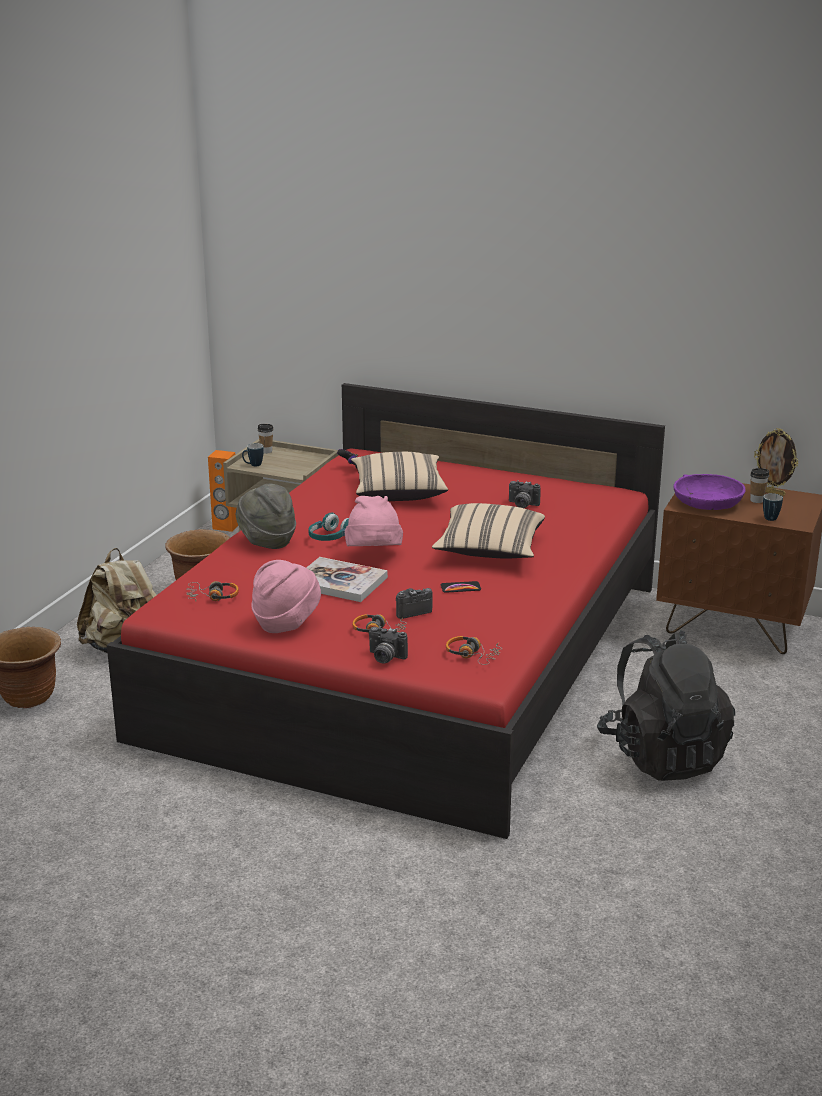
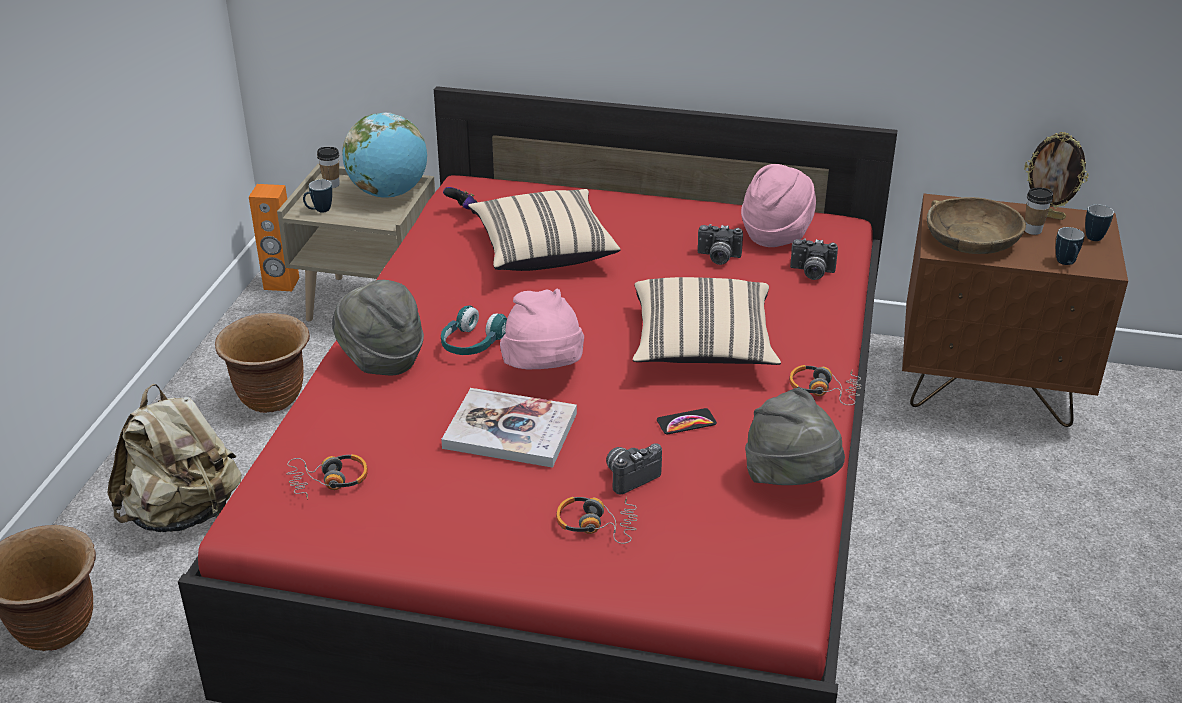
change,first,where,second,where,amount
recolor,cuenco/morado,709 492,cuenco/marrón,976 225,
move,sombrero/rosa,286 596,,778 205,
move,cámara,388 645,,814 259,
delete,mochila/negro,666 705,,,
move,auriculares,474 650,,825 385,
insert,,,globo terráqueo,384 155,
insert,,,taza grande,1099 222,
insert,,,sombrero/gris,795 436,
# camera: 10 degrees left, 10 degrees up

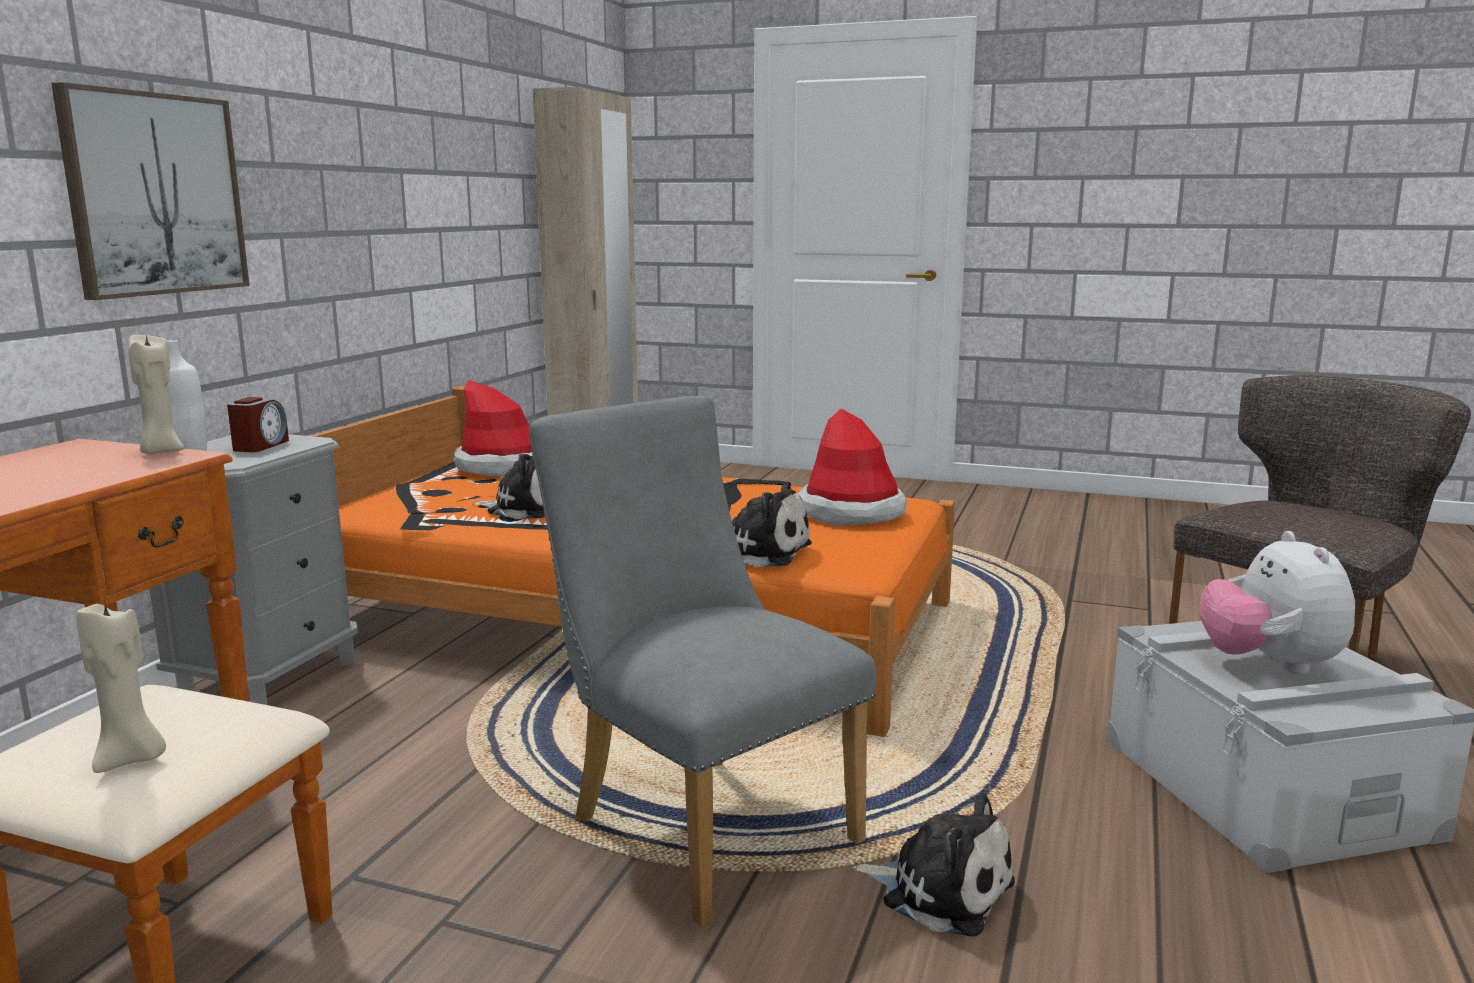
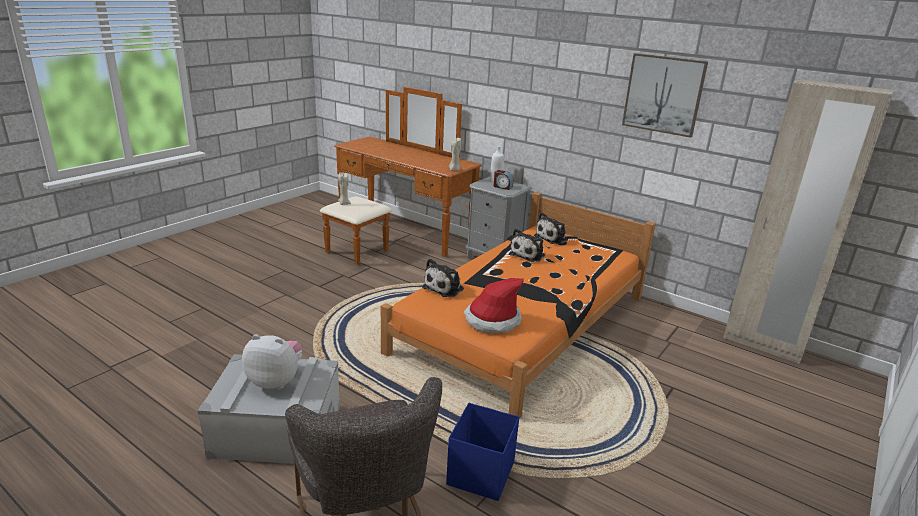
change,first,where,second,where,amount
move,cuadro,150 191,,665 95,
delete,sombrero,493 428,,,
delete,silla/gris,702 661,,,
move,peluche,934 865,,551 228,
insert,,,caja de almacenaje/azul,482 452,
# camera: 105 degrees right, 10 degrees up

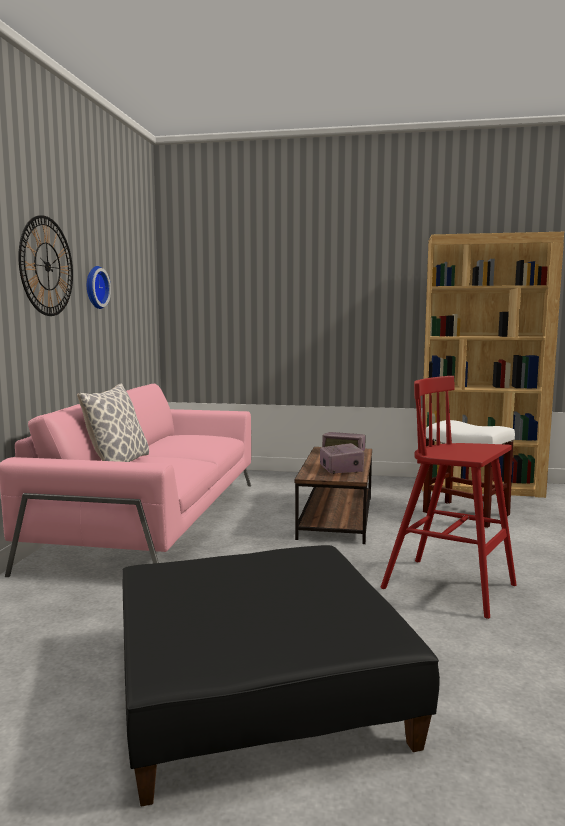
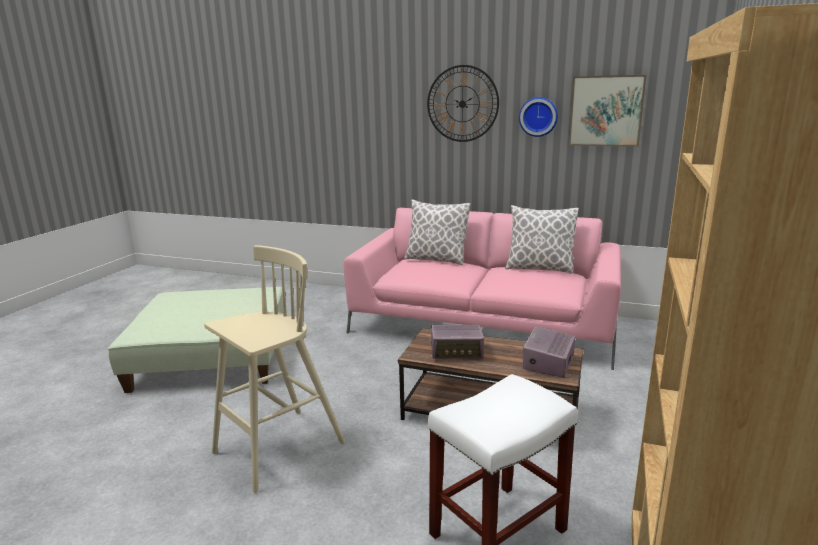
change,first,where,second,where,amount
recolor,taburete/rojo,449 497,taburete/beis,274 369,
recolor,puf/negro,281 676,puf/verde,195 340,
insert,,,cuadro,607 111,
insert,,,cojín,542 239,
# camera: 100 degrees right, 10 degrees up

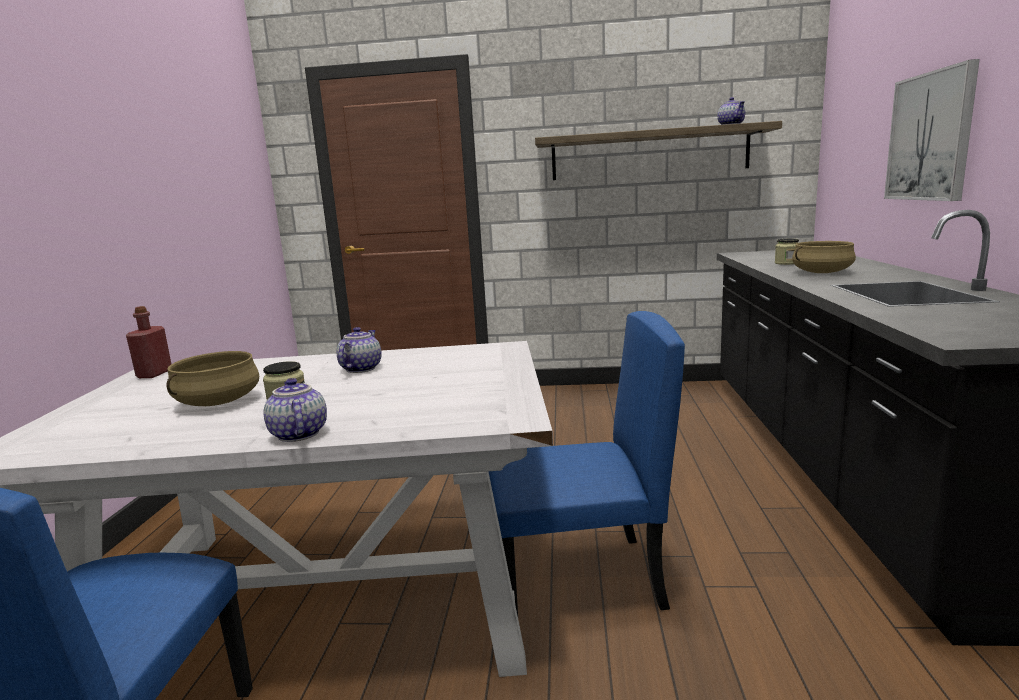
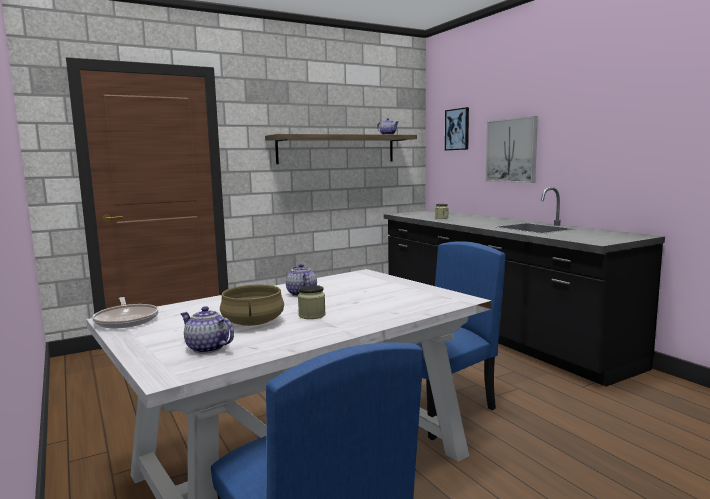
change,first,where,second,where,amount
delete,olla/beis,824 257,,,
replace,botella/rojo,148 342,sartén,125 312,
move,tetera,295 410,,207 329,
insert,,,cuadro,457 128,
# camera: 35 degrees left, 5 degrees down

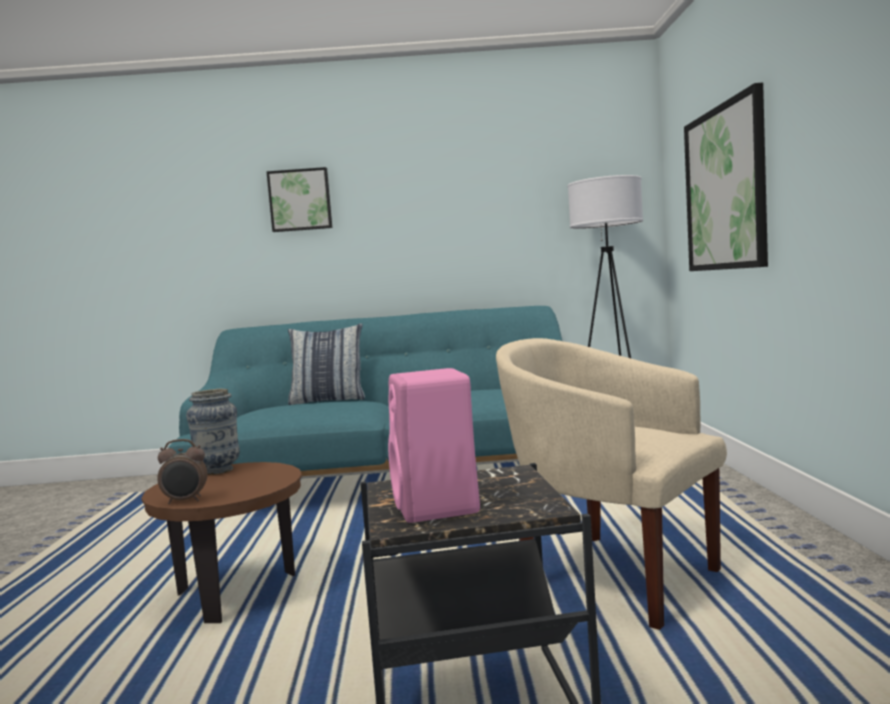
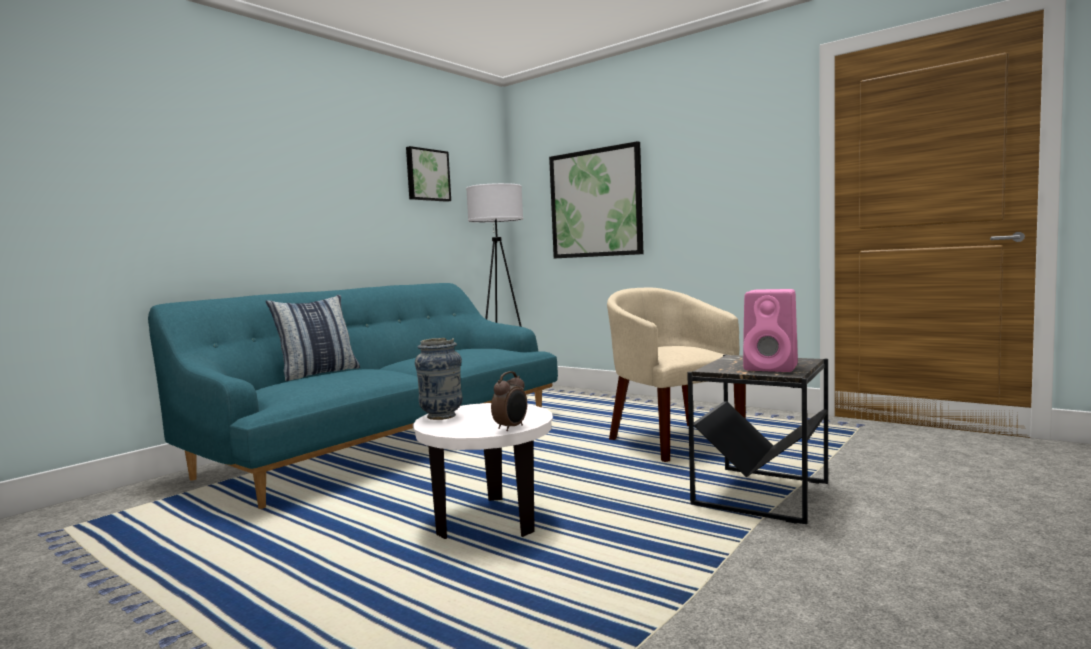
change,first,where,second,where,amount
move,cuadro,299 199,,428 174,
rotate,sillón/beis,611 484,,676 375,75 degrees clockwise
recolor,mesa auxiliar/marrón,221 542,mesa auxiliar/blanco,483 471,
# camera: 50 degrees left, 0 degrees up

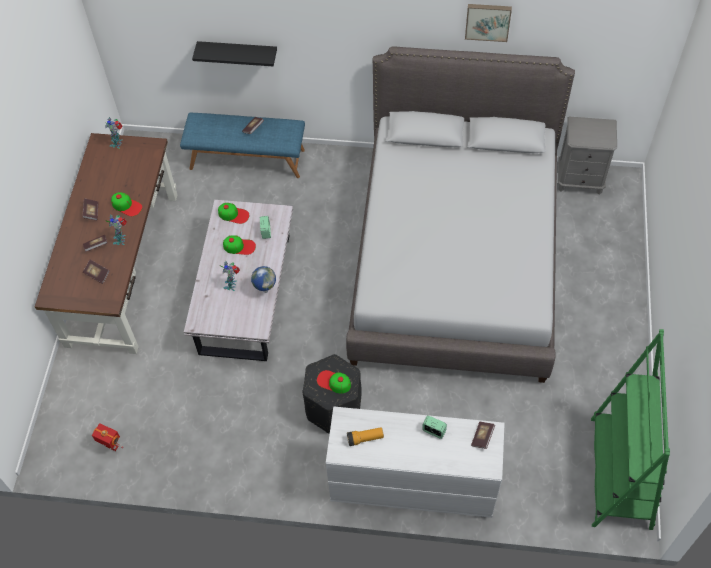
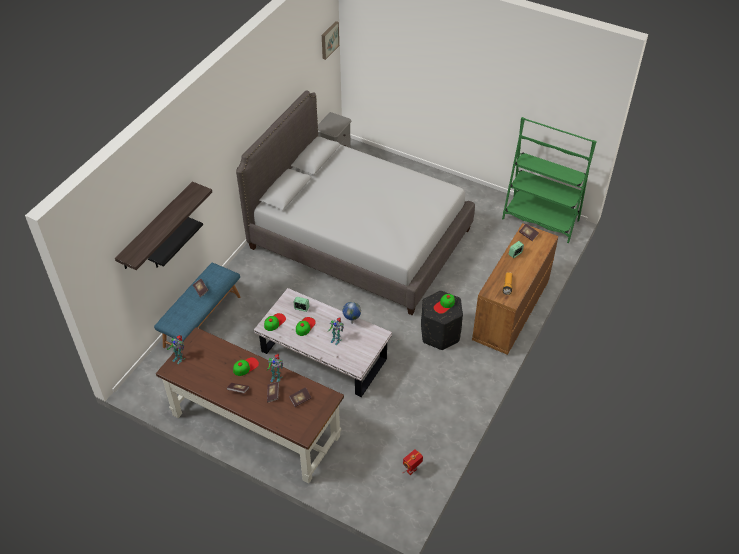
change,first,where,second,where,amount
move,cuadro,488 23,,330 40,
recolor,cómoda/blanco,415 462,cómoda/marrón,515 289,
insert,,,estante,163 226,
# camera: 70 degrees left, 10 degrees down

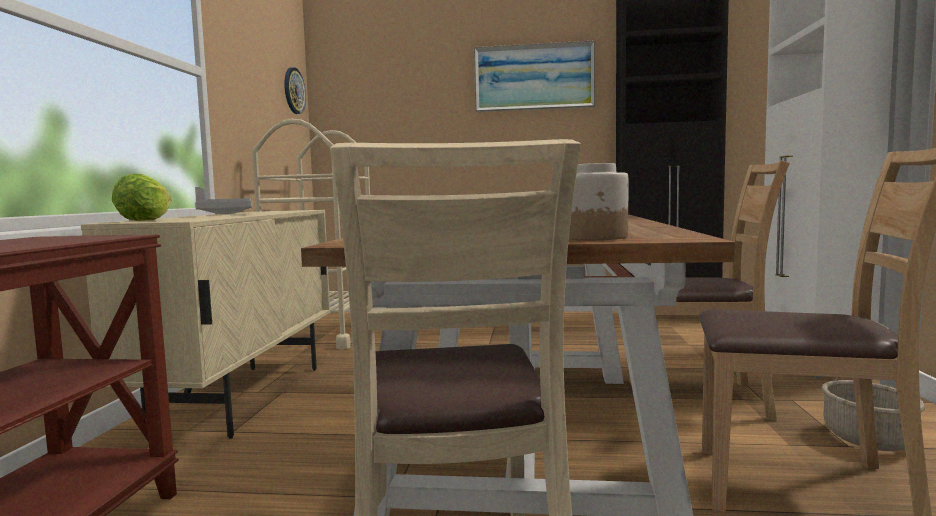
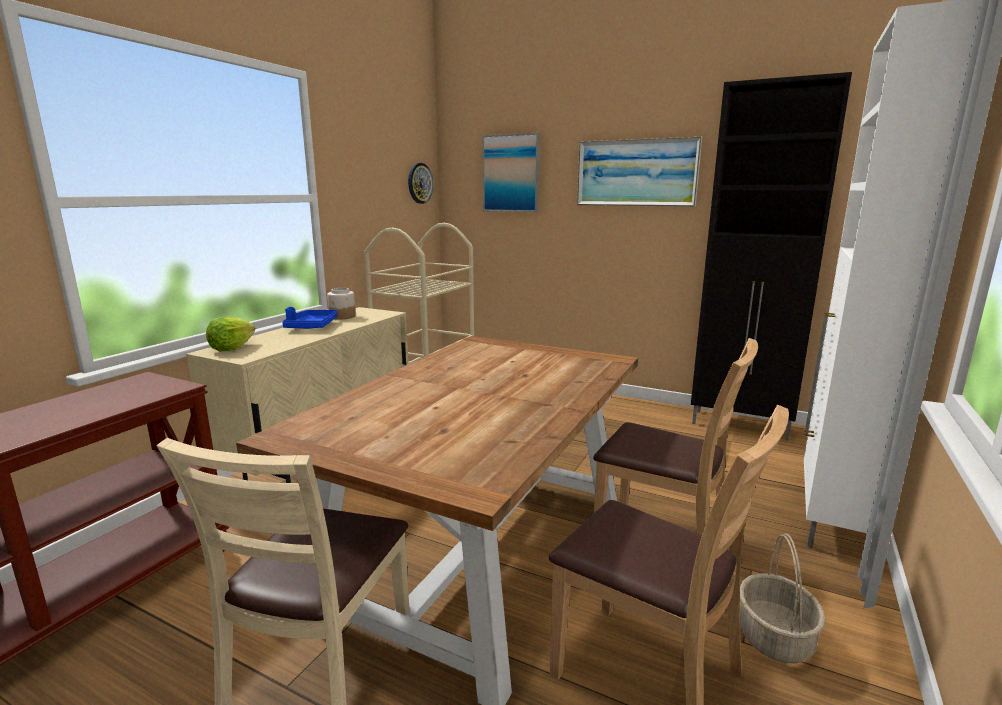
change,first,where,second,where,amount
move,tarro,598 201,,341 304,
recolor,bandeja/gris,223 201,bandeja/azul,310 318,
insert,,,cuadro,511 172,
# camera: 20 degrees right, 10 degrees up

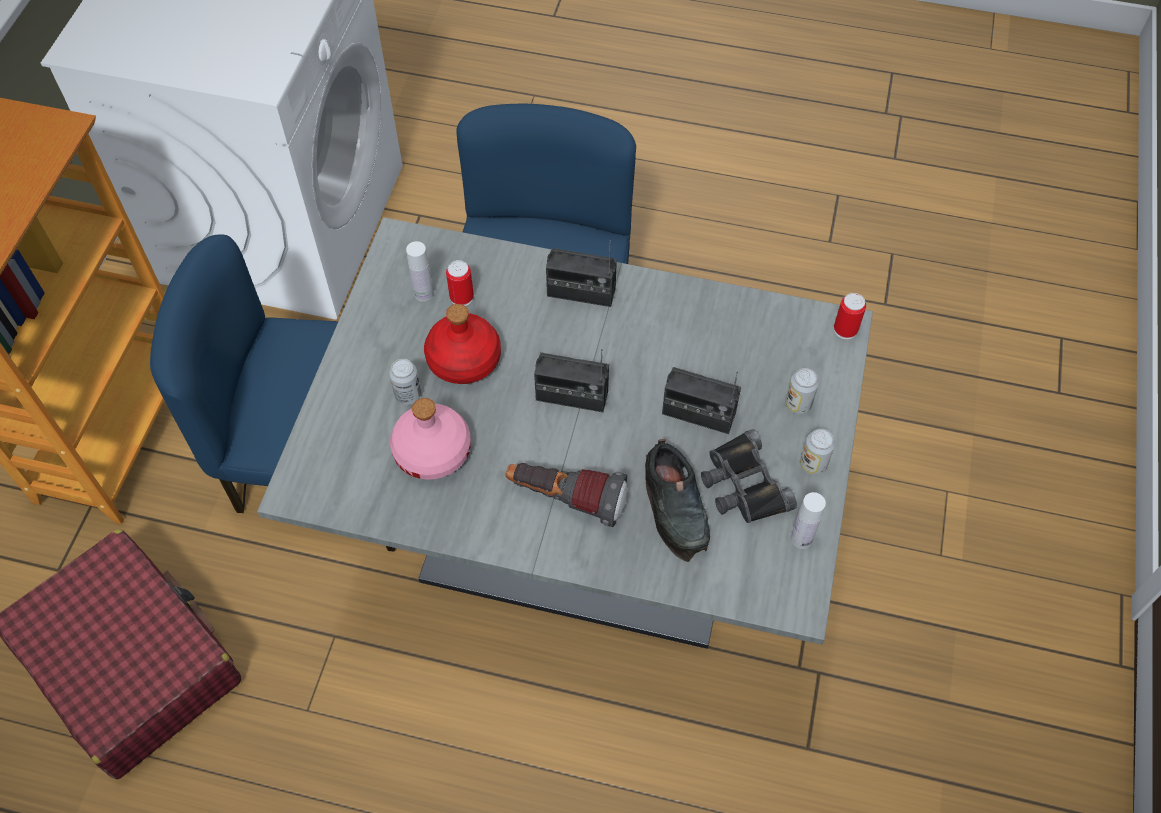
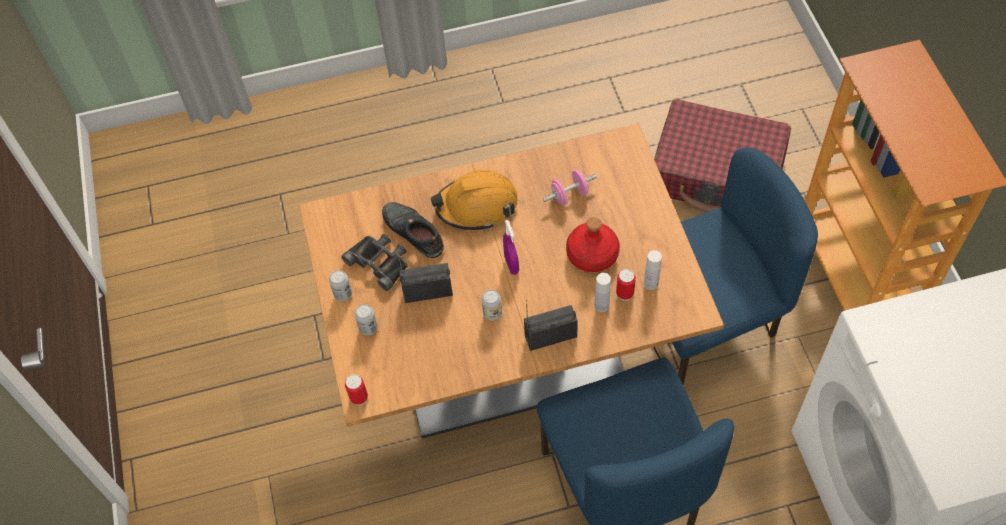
change,first,where,second,where,amount
recolor,mesa de comedor/gris,565 433,mesa de comedor/marrón,511 280,
replace,radio,571 380,pulverizador/morado,511 247,
move,lata,405 382,,492 305,
replace,botella/rosa,430 439,mancuerna/rosa,570 187,
replace,linterna,567 495,casco/naranja,474 200,
move,botella/blanco,808 520,,603 292,
# camera: 155 degrees right, 0 degrees up

